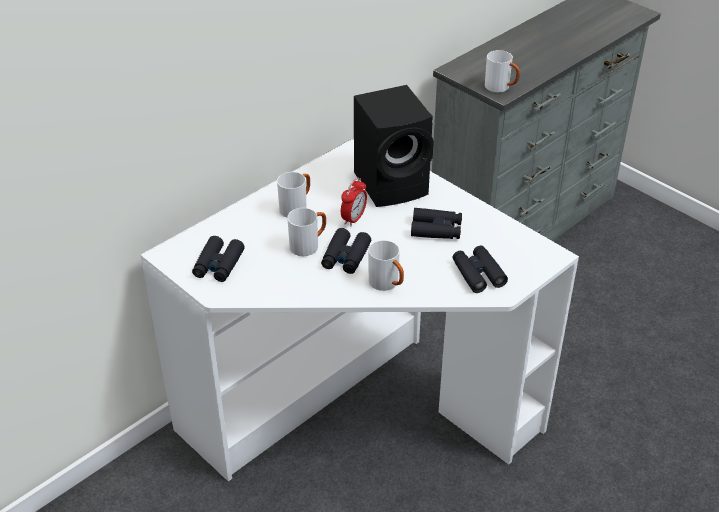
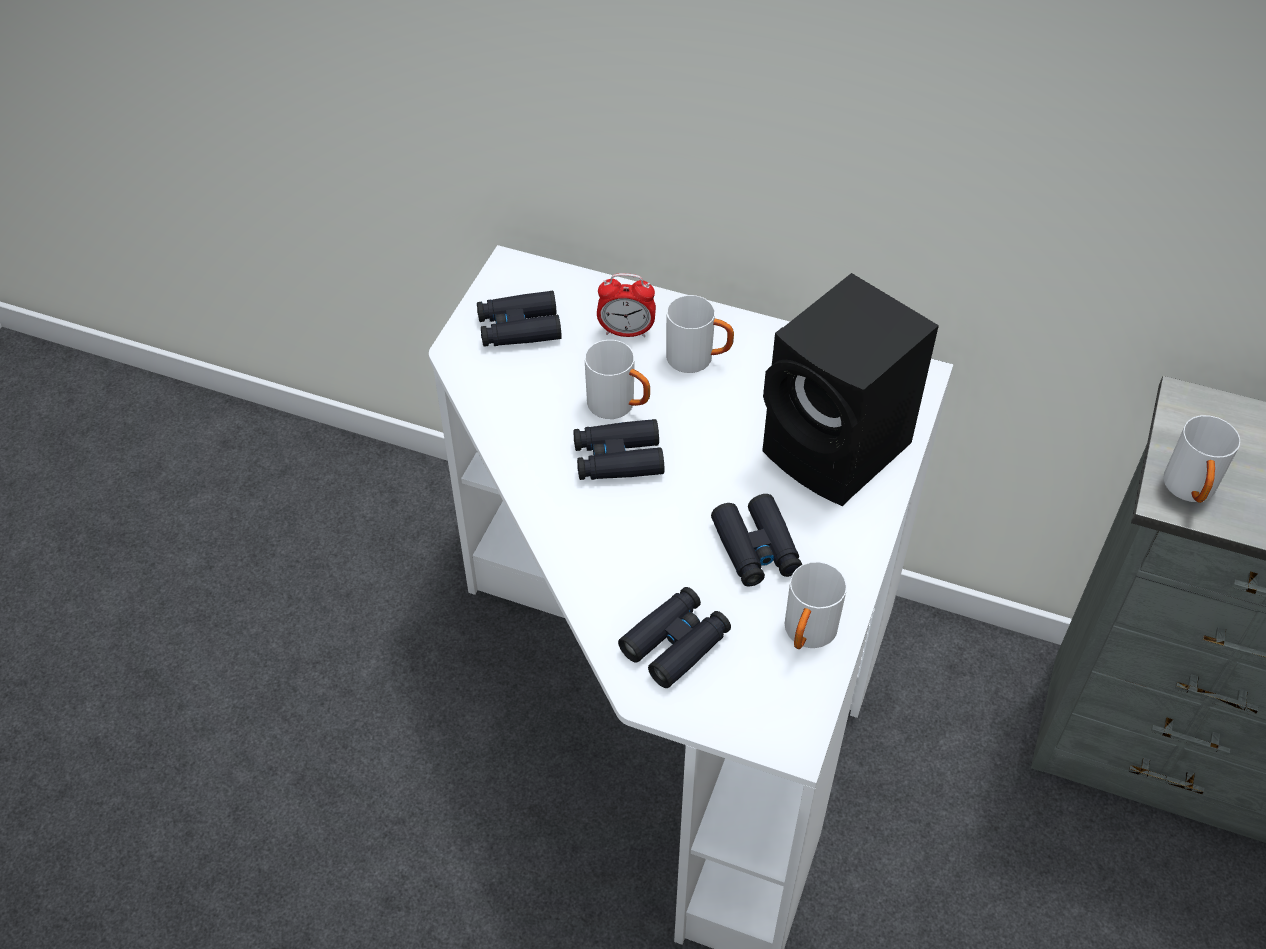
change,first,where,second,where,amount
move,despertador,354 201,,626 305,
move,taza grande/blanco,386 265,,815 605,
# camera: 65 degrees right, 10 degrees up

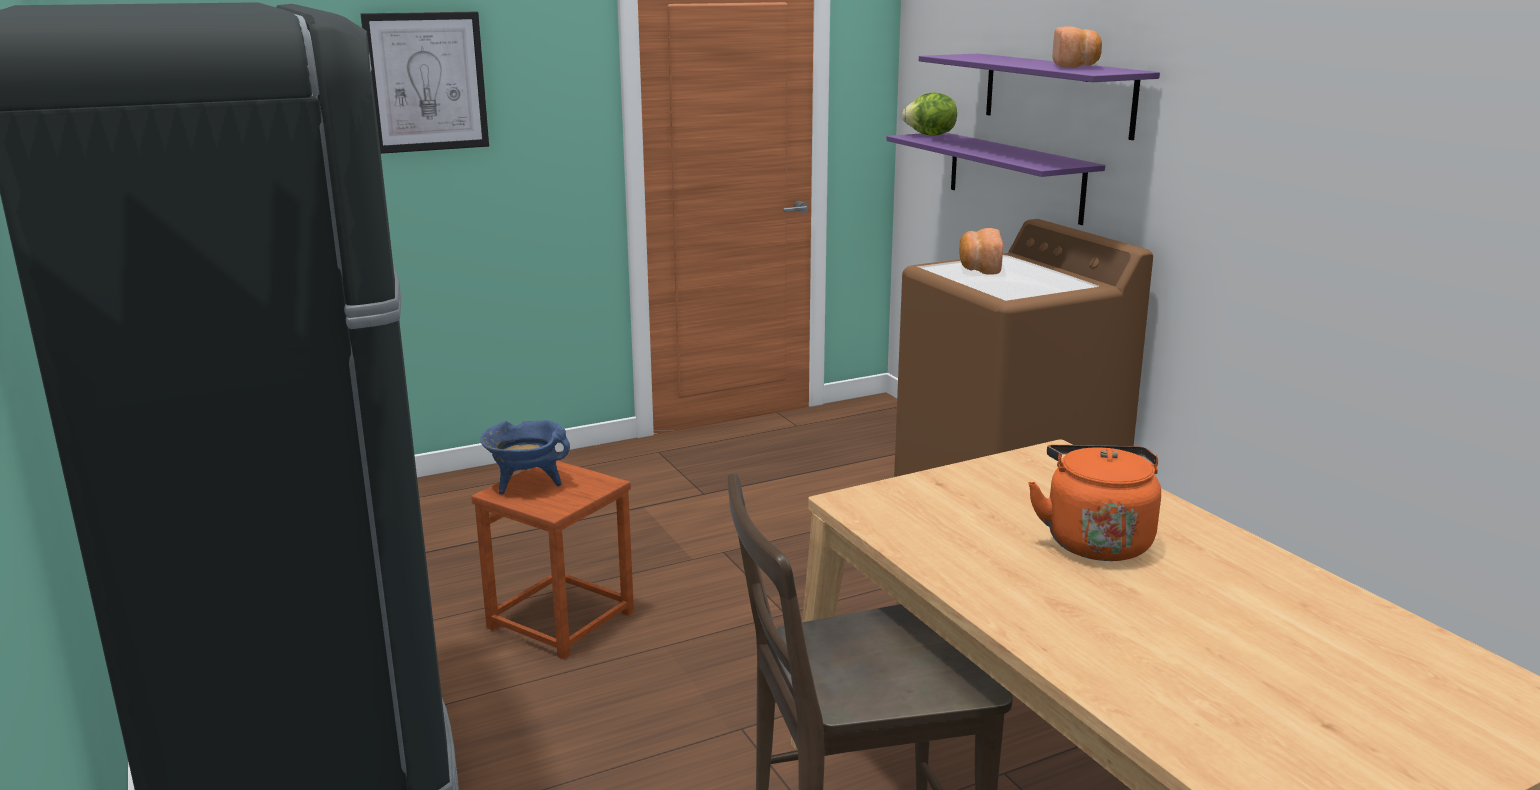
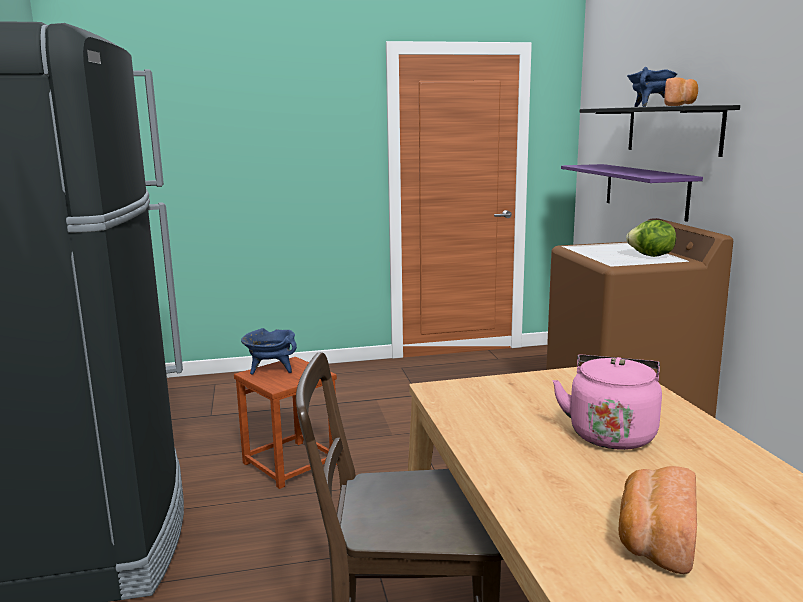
change,first,where,second,where,amount
delete,cuadro,424 83,,,
recolor,estante/morado,1039 97,estante/negro,660 131,
move,lechuga,929 114,,651 238,
move,pan,981 251,,658 520,
recolor,hervidor/naranja,1094 503,hervidor/rosa,607 402,
insert,,,olla/azul,652 87,
# camera: 15 degrees right, 5 degrees down

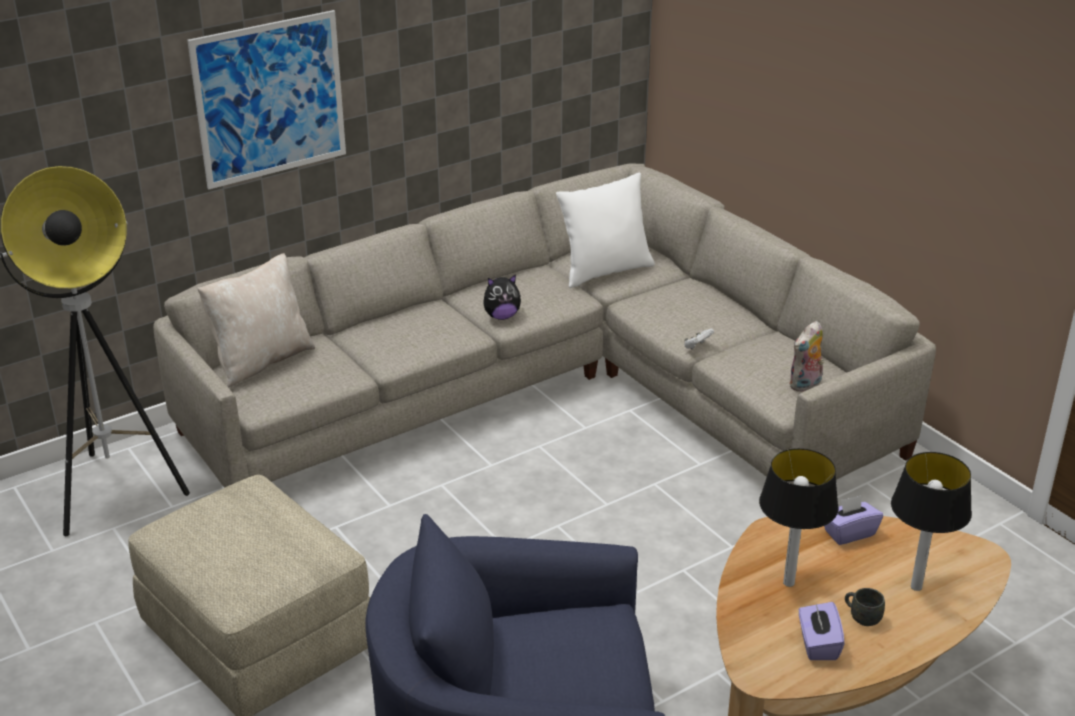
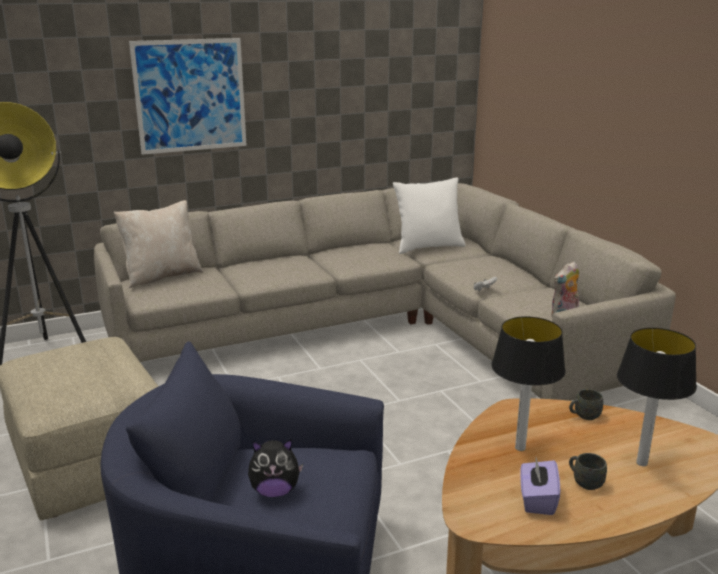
change,first,where,second,where,amount
move,peluche,502 297,,275 468,
replace,caja de pañuelos/morado,853 520,taza grande/gris,586 404,
# camera: 10 degrees right, 10 degrees down

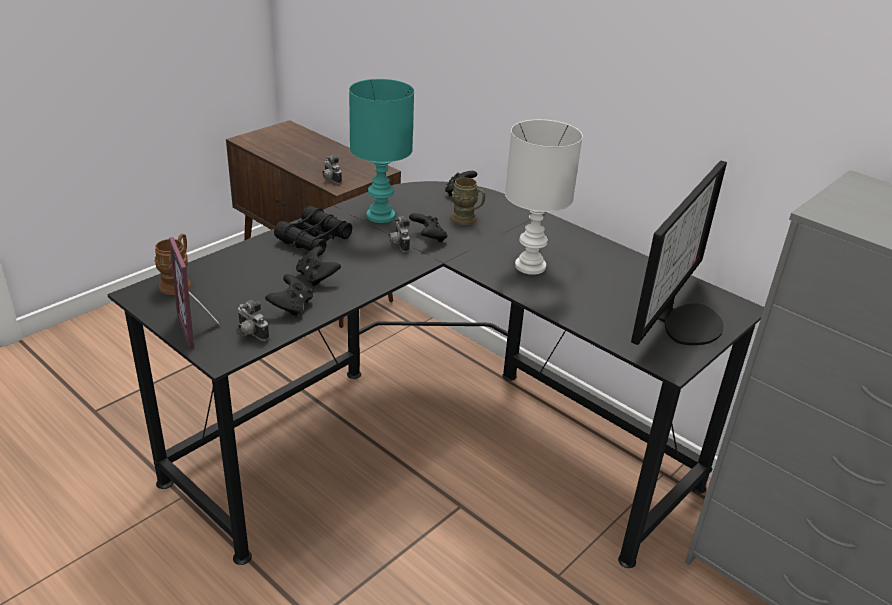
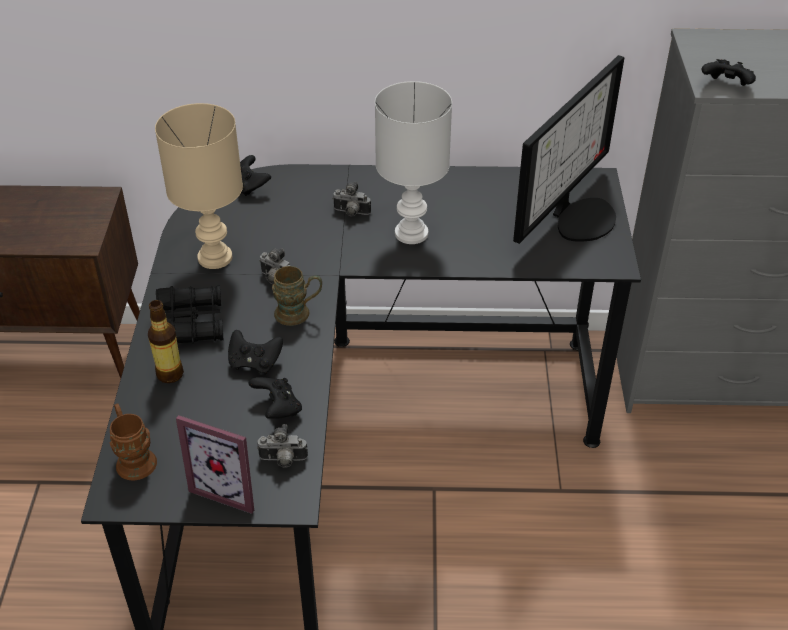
change,first,where,second,where,amount
recolor,lámpara de mesa/turquesa,381 151,lámpara de mesa/beis,199 186,
move,cámara,332 169,,351 199,
rotate,monitor,679 252,,568 149,45 degrees clockwise
move,taza grande/marrón,467 201,,297 296,
move,mando de consola/negro,428 228,,728 72,
insert,,,botella,166 341,
# camera: 40 degrees left, 10 degrees up

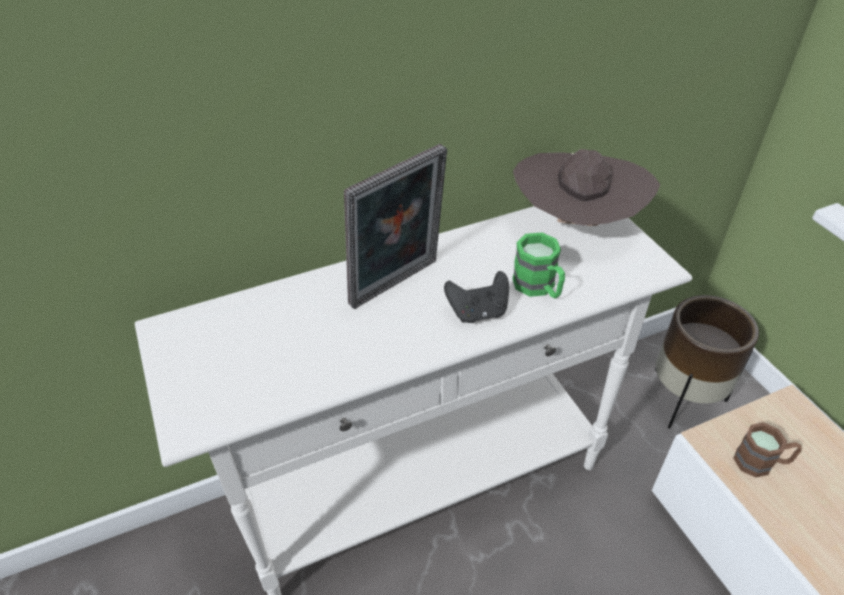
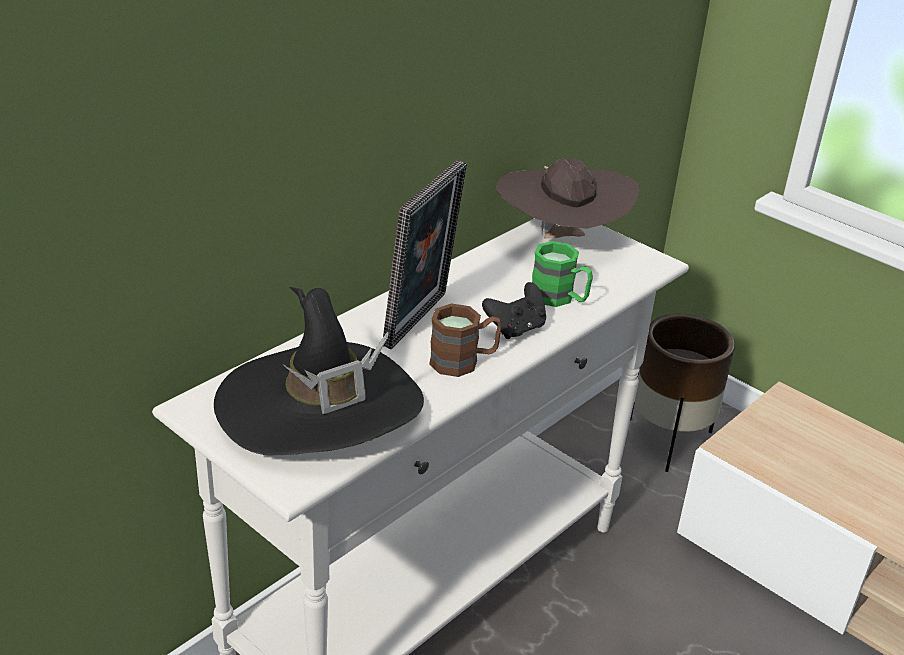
change,first,where,second,where,amount
move,taza grande/marrón,767 450,,465 340,
insert,,,sombrero/negro,319 371,
# camera: 25 degrees left, 10 degrees down

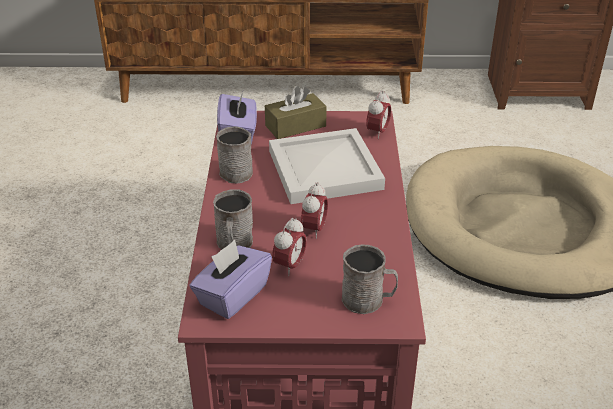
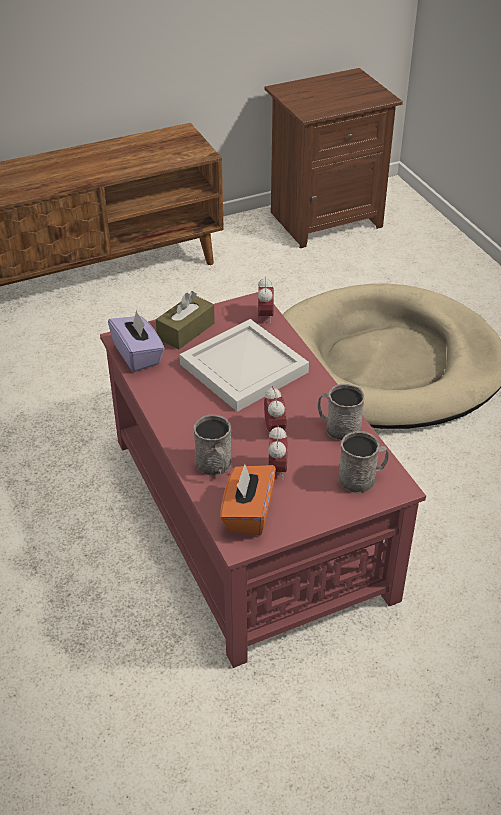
change,first,where,second,where,amount
move,taza grande/gris,234 155,,341 412,
recolor,caja de pañuelos/morado,230 279,caja de pañuelos/naranja,248 500,
# camera: 25 degrees left, 5 degrees up

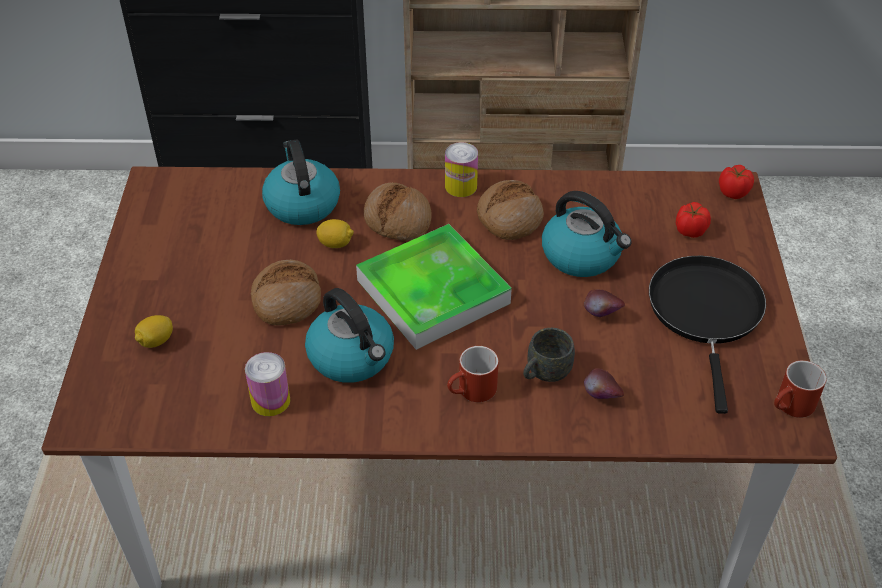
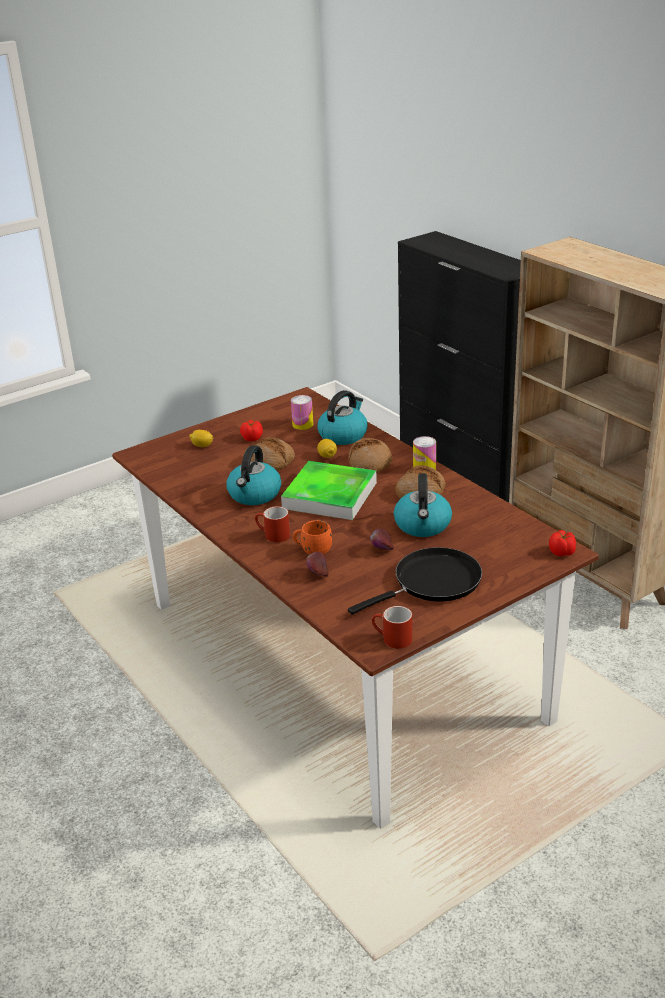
change,first,where,second,where,amount
move,tomate,693 220,,251 430,
recolor,taza grande/gris,549 355,taza grande/naranja,312 537,
move,lata,267 384,,302 412,
# camera: 55 degrees right, 15 degrees down

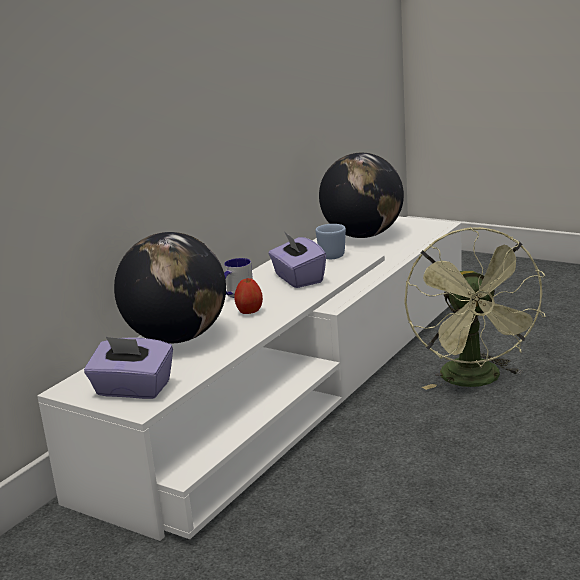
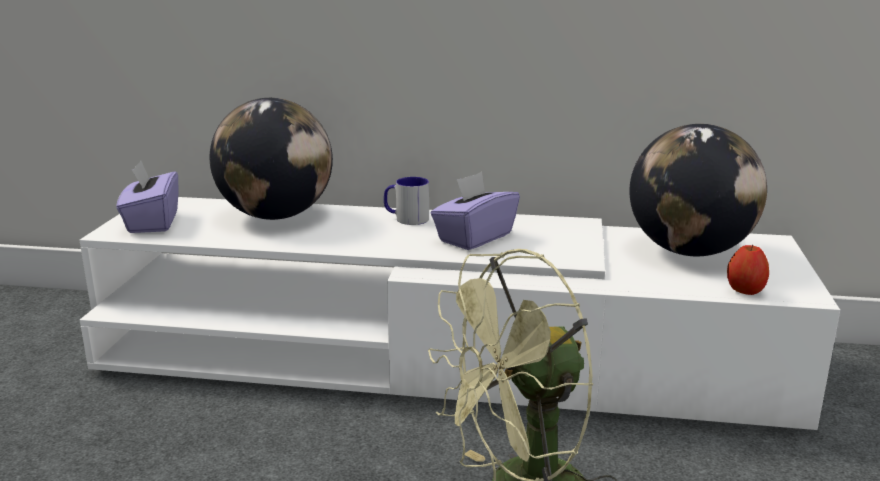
change,first,where,second,where,amount
delete,taza grande/azul,330 241,,,
move,manzana,248 296,,748 269,
# camera: 65 degrees right, 0 degrees up

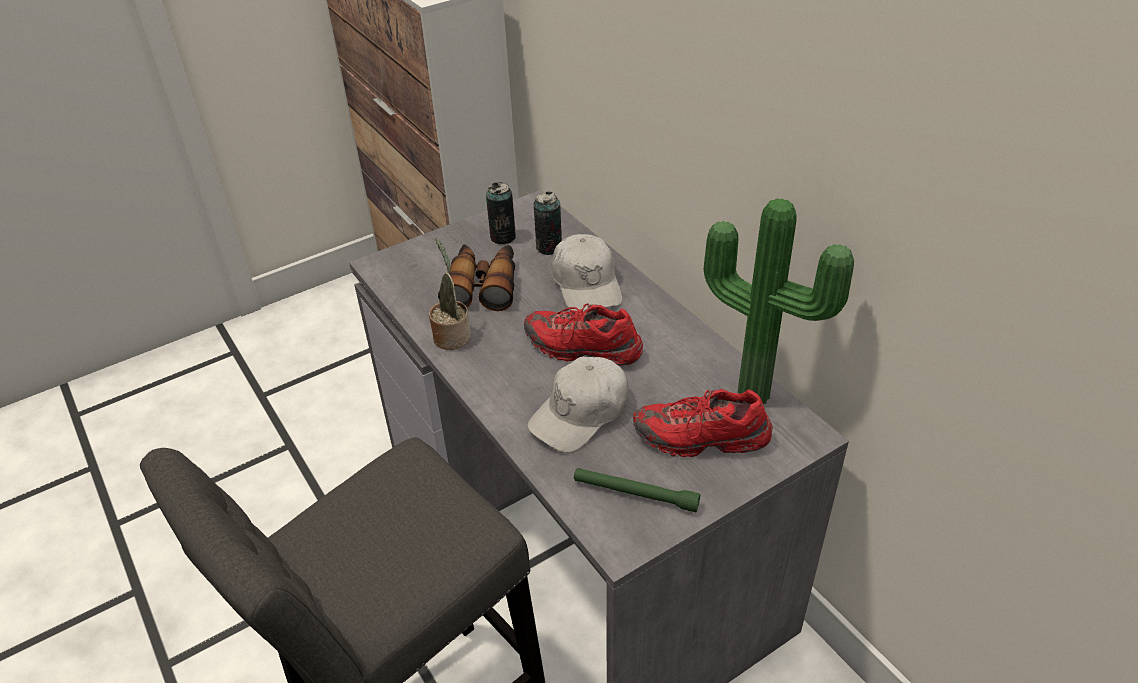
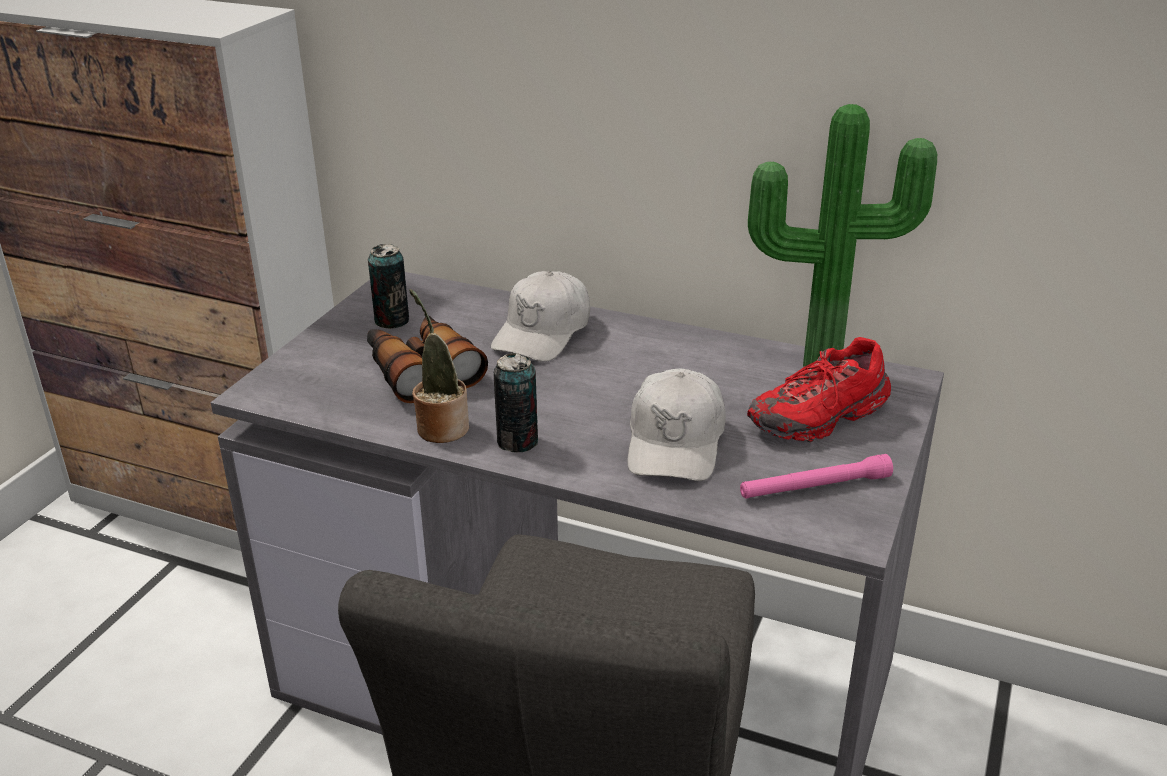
change,first,where,second,where,amount
move,lata,548 223,,516 402,
rotate,gorra/blanco,587 272,,540 316,75 degrees clockwise
delete,zapato/rojo,583 334,,,
recolor,linterna/verde,637 490,linterna/rosa,816 476,
# camera: 35 degrees left, 10 degrees down

